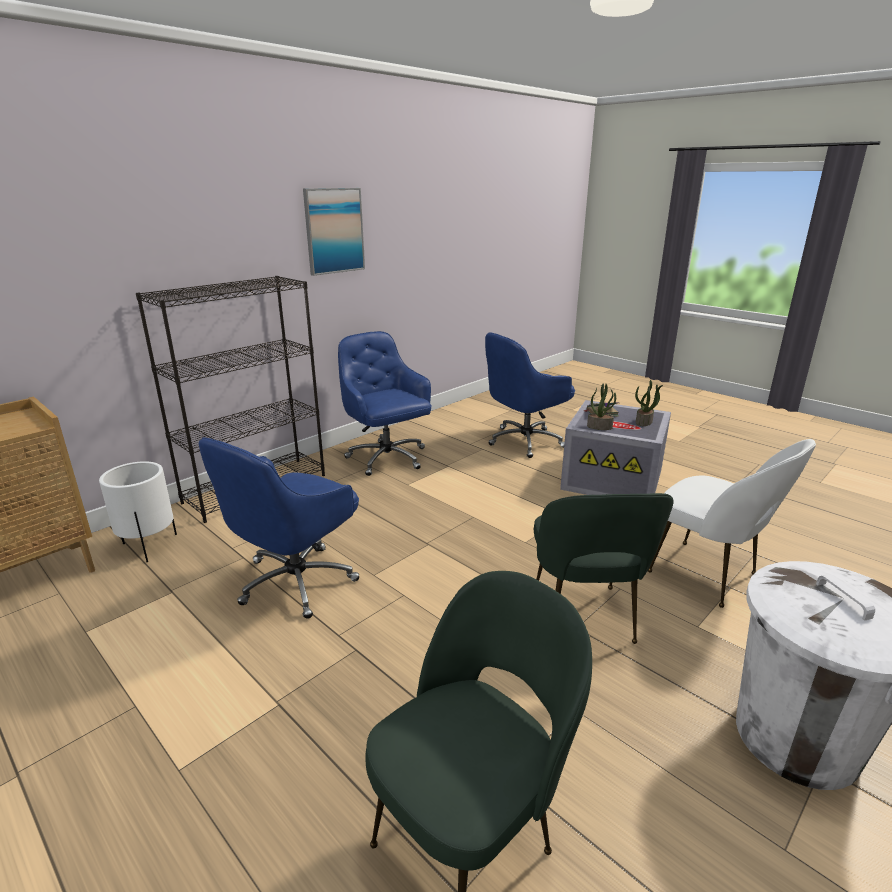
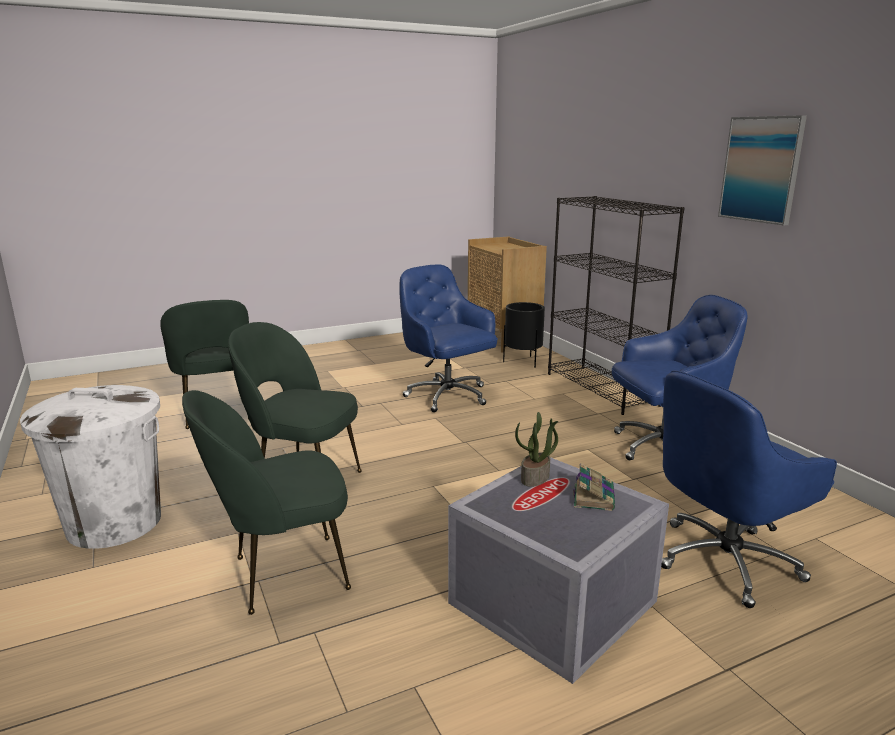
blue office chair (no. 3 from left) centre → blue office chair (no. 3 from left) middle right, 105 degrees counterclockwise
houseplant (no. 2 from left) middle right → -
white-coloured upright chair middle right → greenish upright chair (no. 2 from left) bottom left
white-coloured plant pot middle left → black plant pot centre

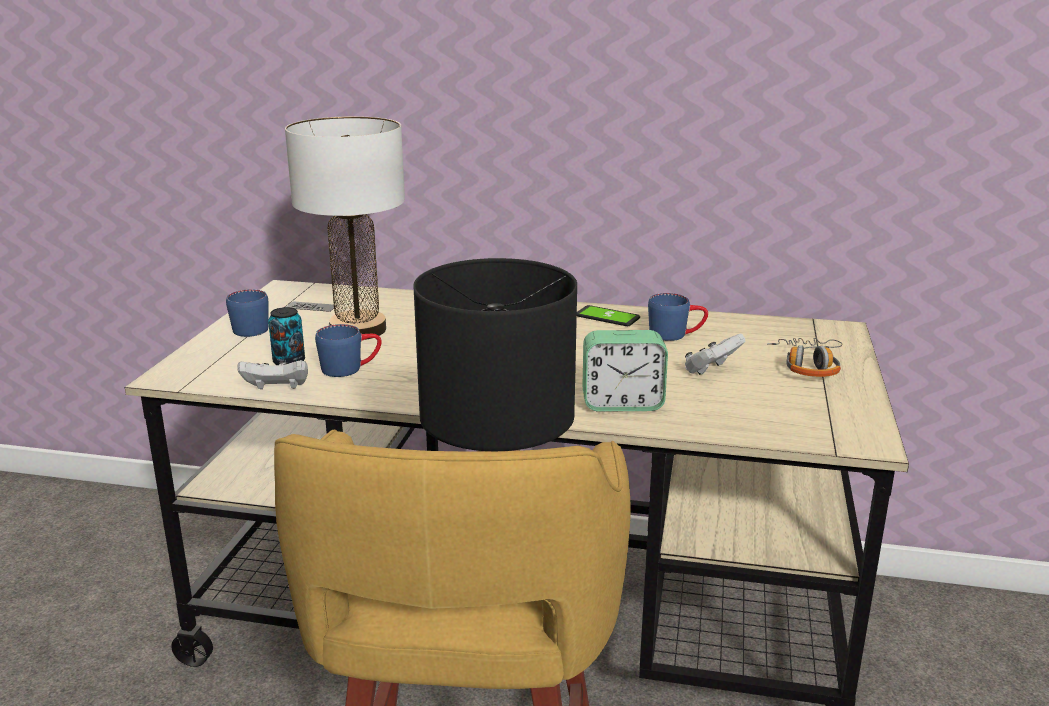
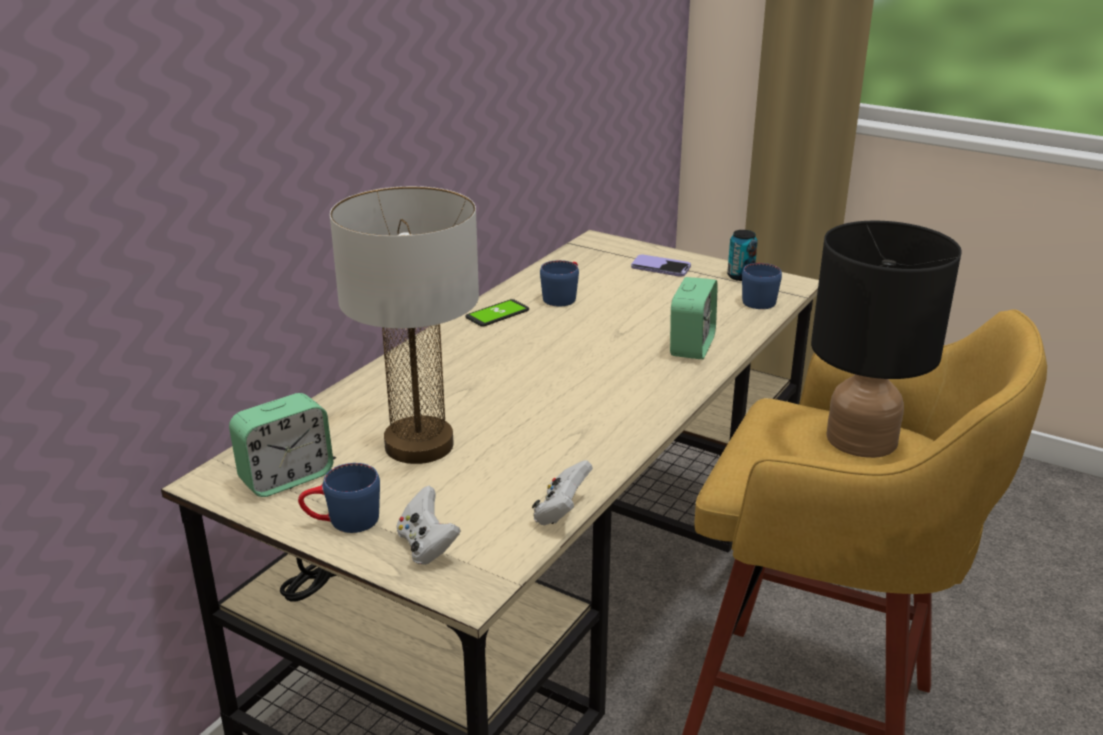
metal can middle left → metal can middle right, relocated
blue mug (no. 2 from left in the first image) middle left → blue mug (no. 3 from left) middle right, relocated
white-coloured game controller (no. 2 from left in the first image) middle right → white-coloured game controller (no. 1 from left) bottom centre, relocated
headset middle right → telephone (no. 2 from left) centre
- → table clock (no. 1 from left) middle left

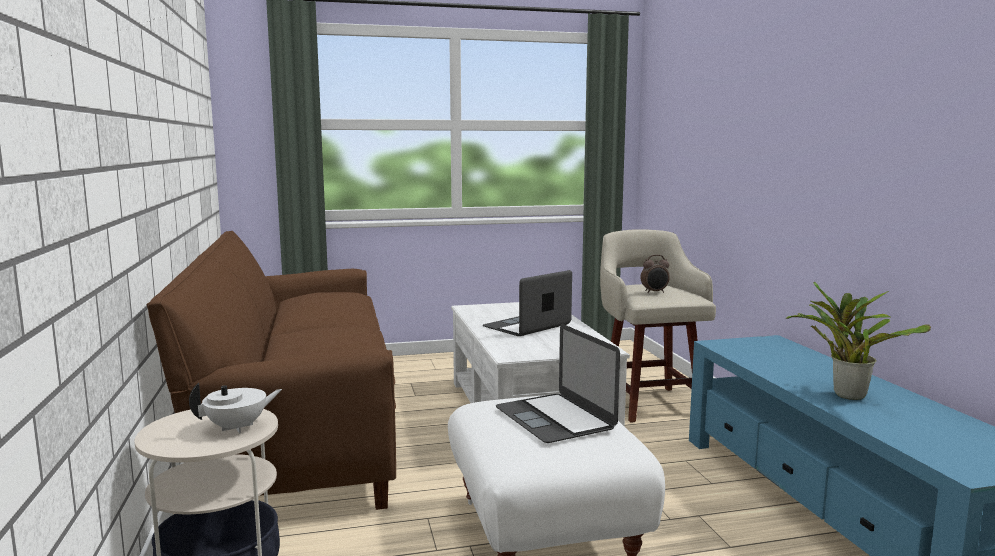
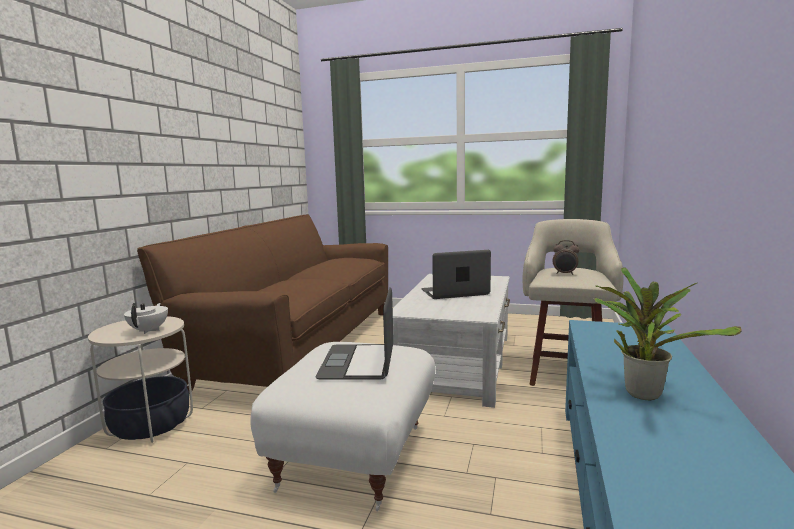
white-coloured tea pot bottom left → white-coloured tea pot middle left, 90 degrees counterclockwise

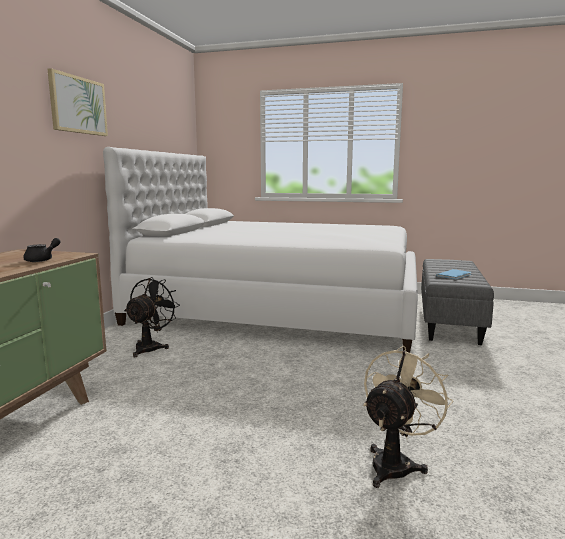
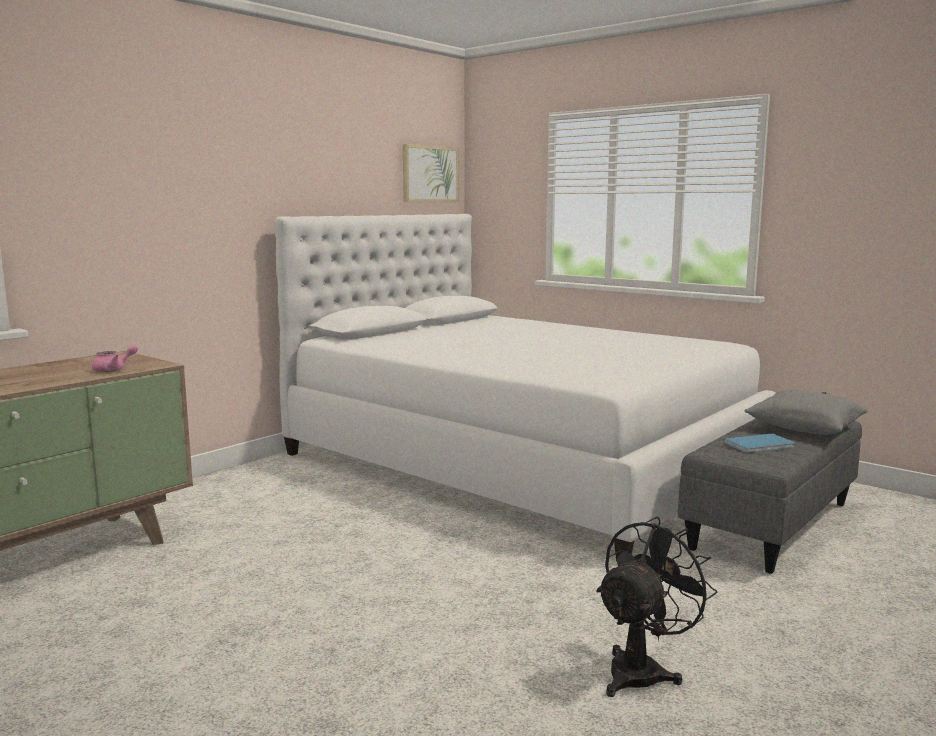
wall picture top left → wall picture top centre, relocated
black tea pot middle left → pink-coloured tea pot middle left
black cooling fan middle left → black cooling fan bottom right, relocated
sand-coloured cooling fan bottom right → -
- → gray throw pillow middle right

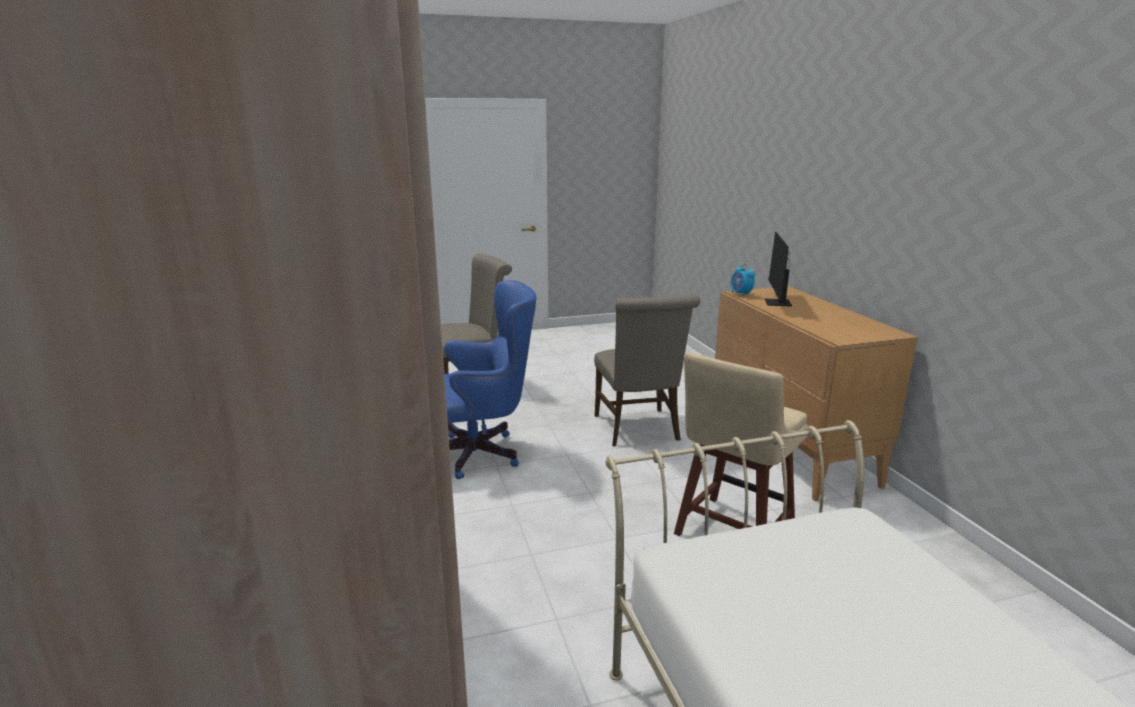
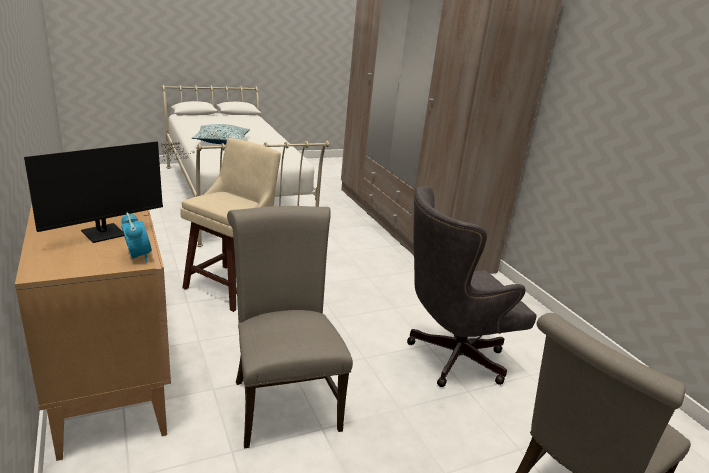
monitor middle right → monitor middle left, 45 degrees clockwise
blue office chair centre → gray office chair centre
- → throw pillow top left

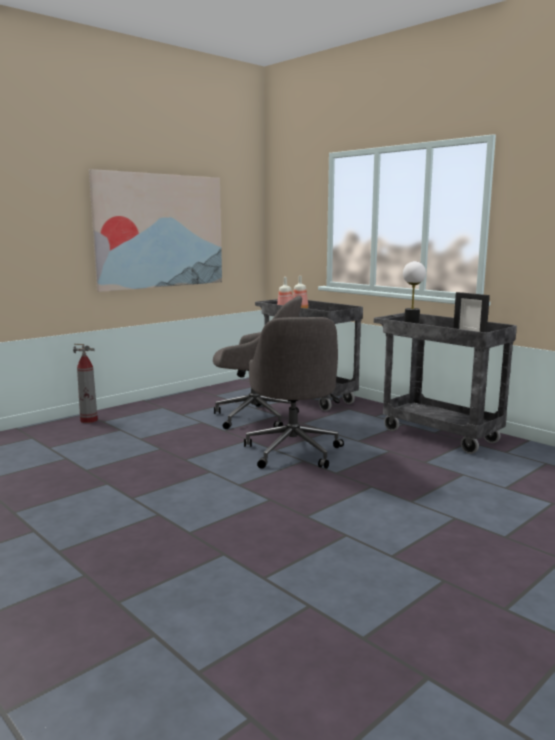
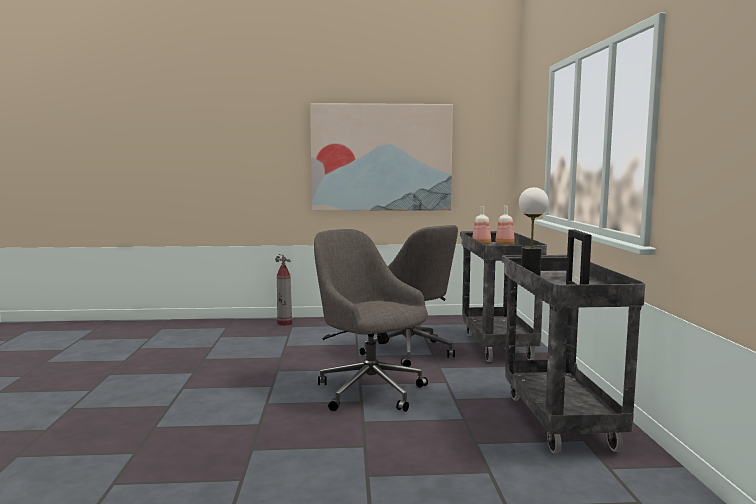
gray office chair (no. 2 from left in the first image) centre → gray office chair (no. 1 from left) centre, 105 degrees clockwise

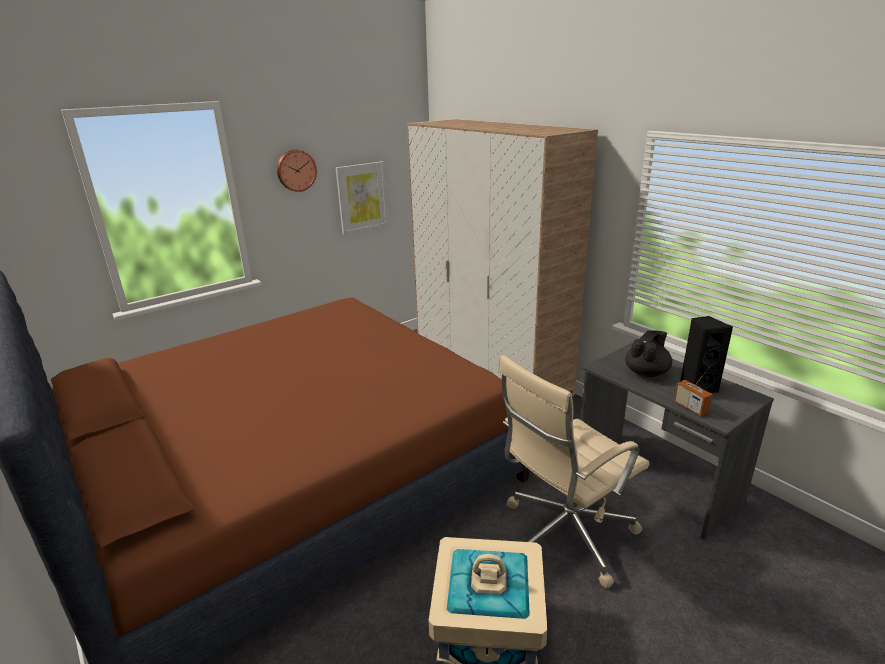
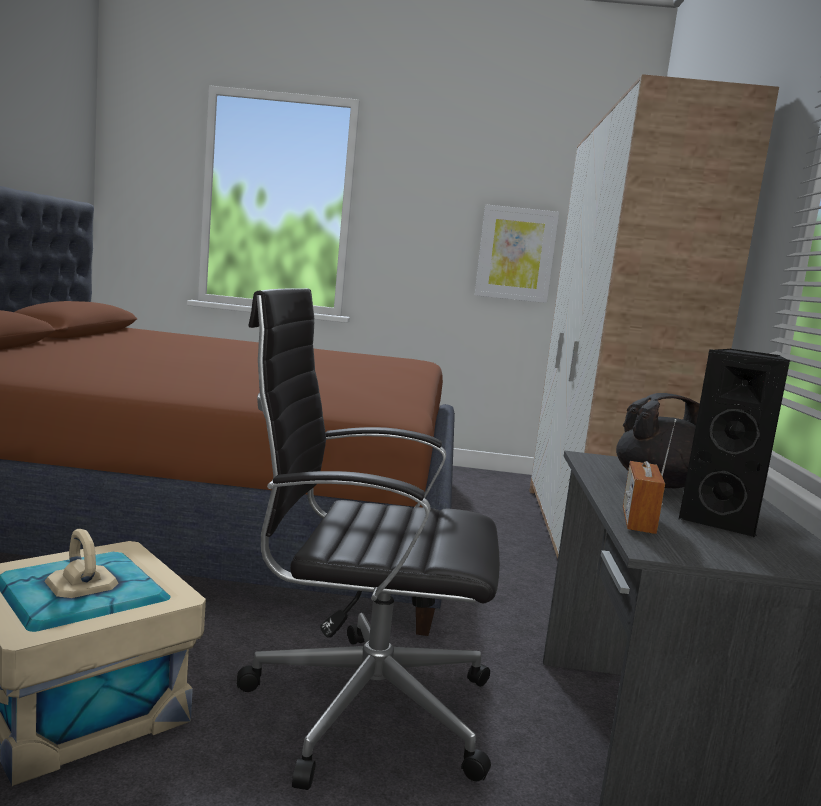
wall clock top centre → -
sand-coloured office chair bottom centre → black office chair bottom centre

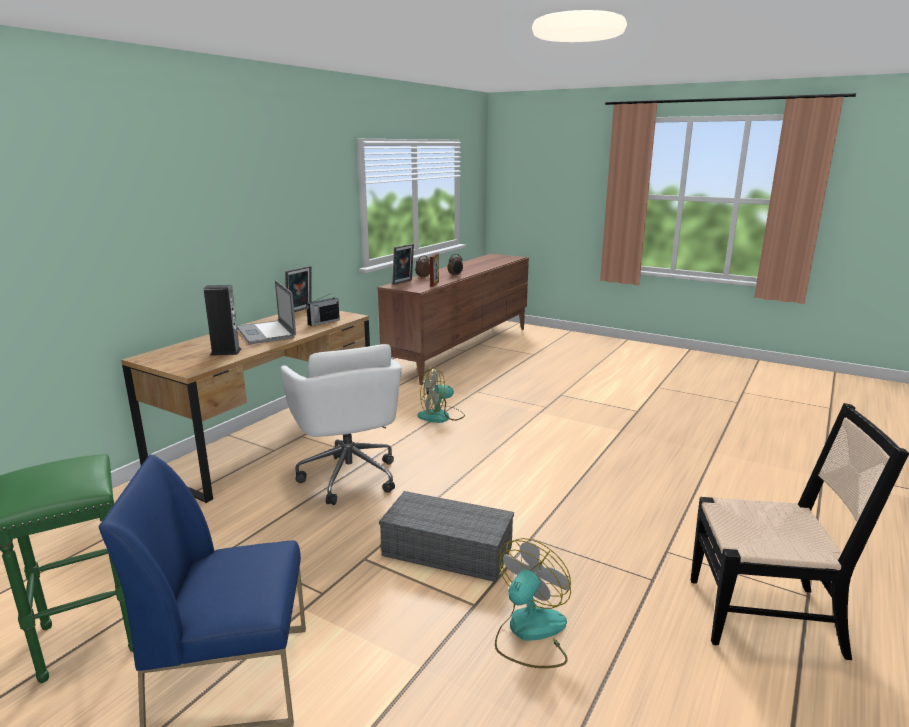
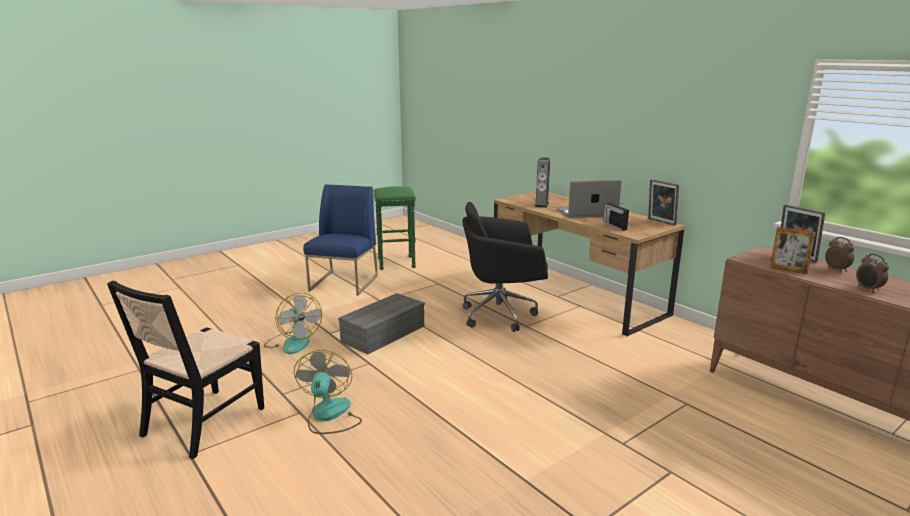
white-coloured office chair centre → black office chair centre
cooling fan (no. 1 from left in the first image) centre → cooling fan (no. 2 from left) bottom centre, relocated

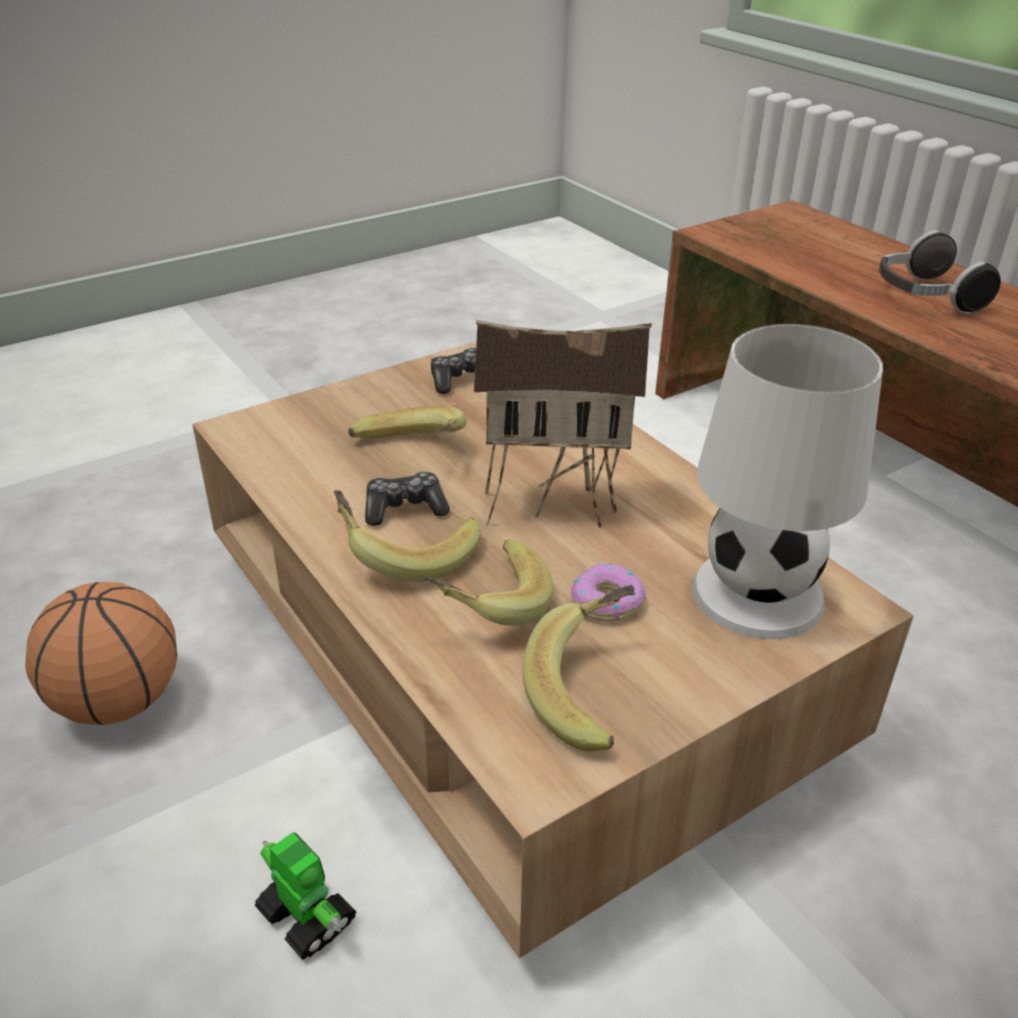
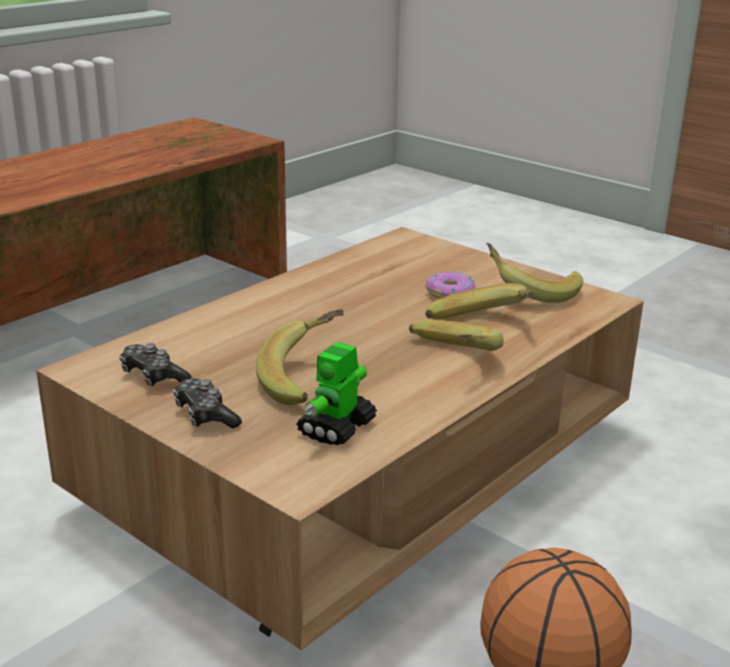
headset top right → -
model house centre → -
white-coloured tabletop lamp middle right → -
game controller (no. 1 from left in the first image) centre → game controller (no. 2 from left) middle left, relocated
robot figure bottom left → robot figure centre, relocated

